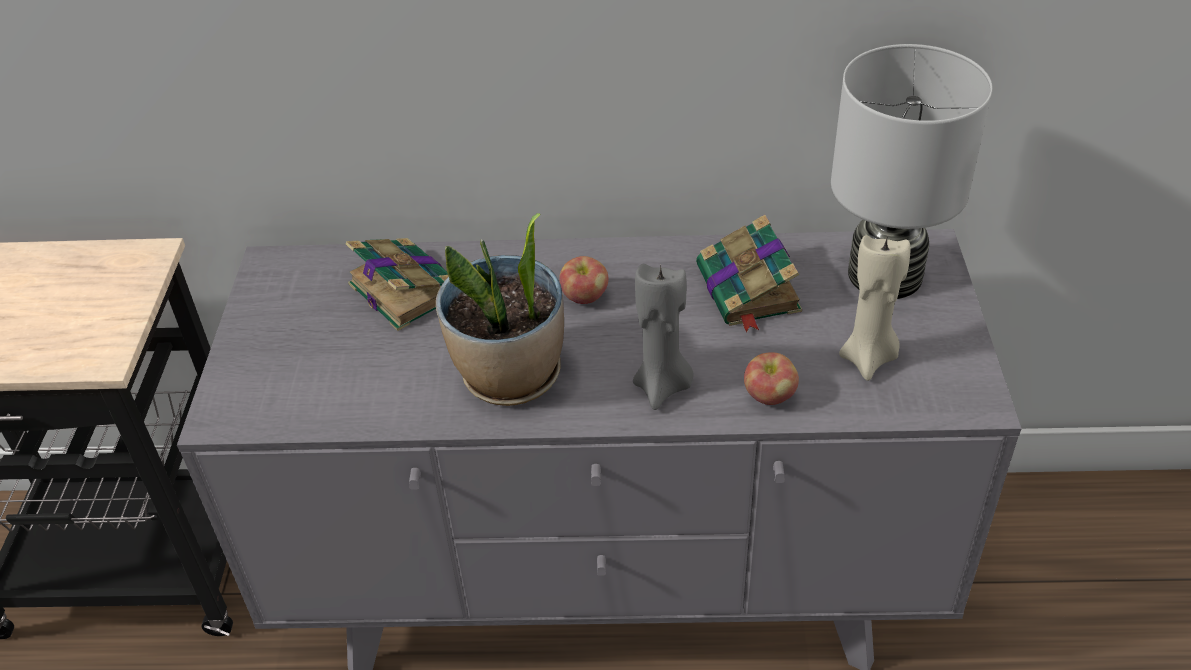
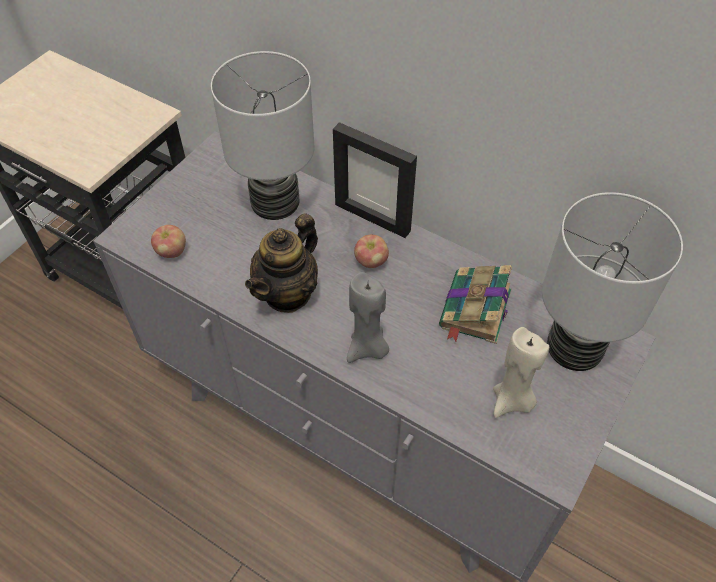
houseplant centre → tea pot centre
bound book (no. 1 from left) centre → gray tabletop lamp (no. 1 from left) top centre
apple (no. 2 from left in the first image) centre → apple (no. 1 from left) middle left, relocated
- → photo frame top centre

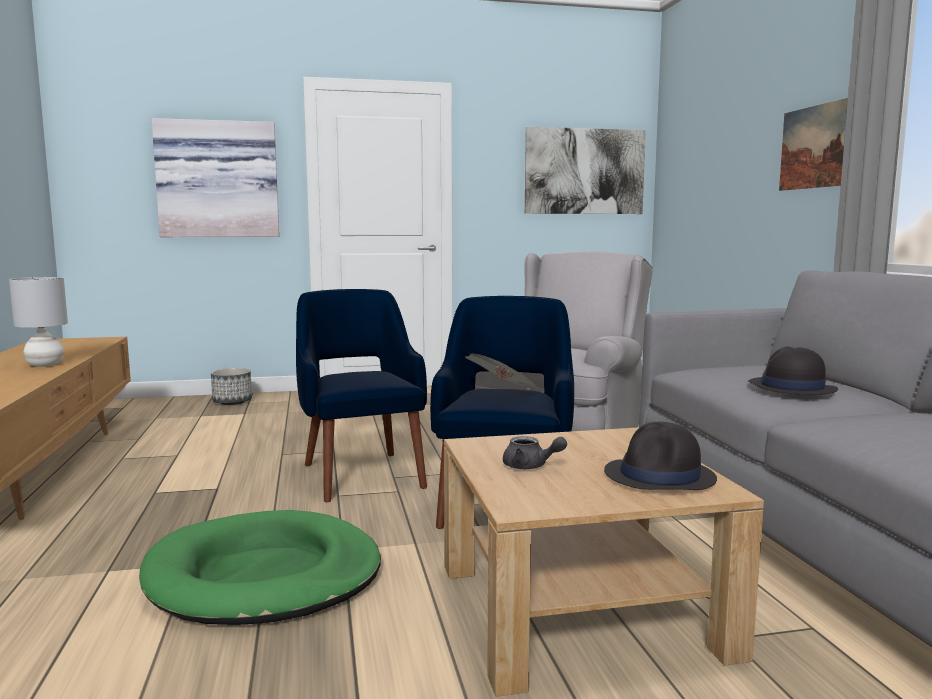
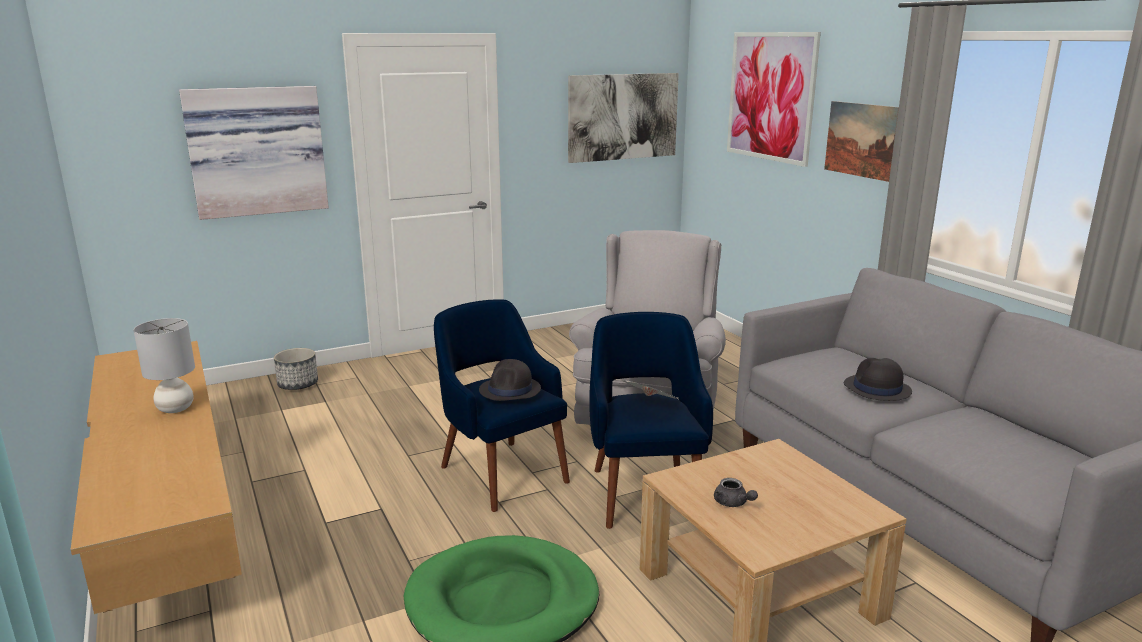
black hat (no. 1 from left) middle right → black hat (no. 1 from left) centre, relocated
gray tea pot centre → gray tea pot bottom centre, 45 degrees clockwise
- → wall picture (no. 3 from left) top right

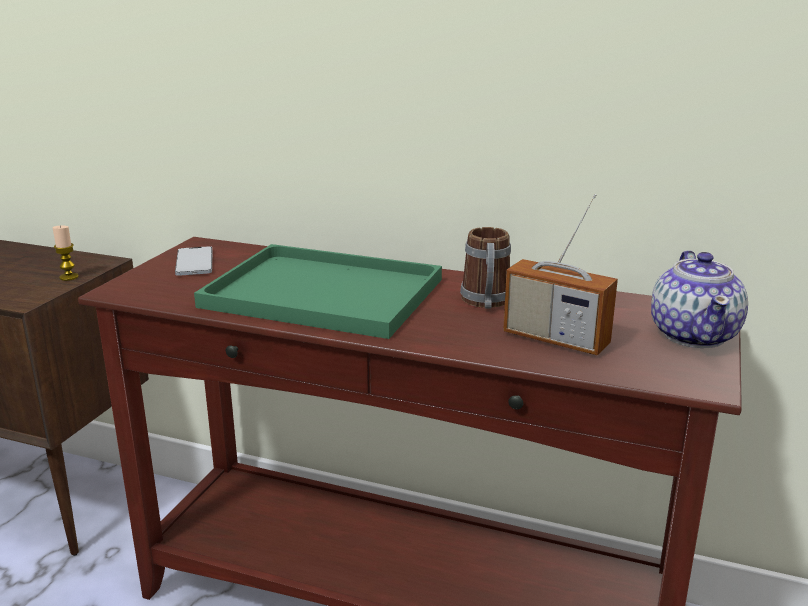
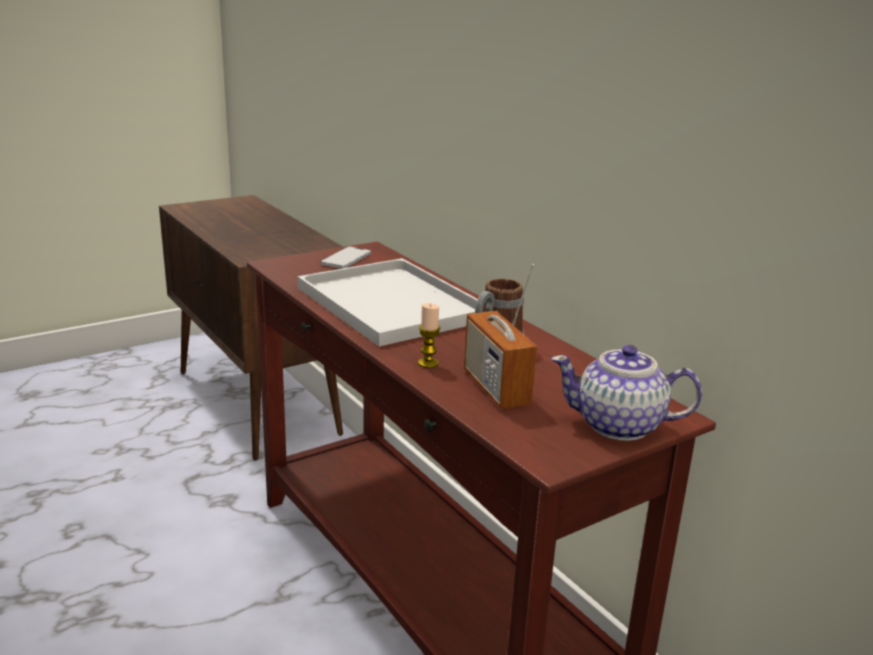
wax light middle left → wax light centre, relocated
greenish serving tray centre → white-coloured serving tray centre
tea pot middle right, 60 degrees clockwise

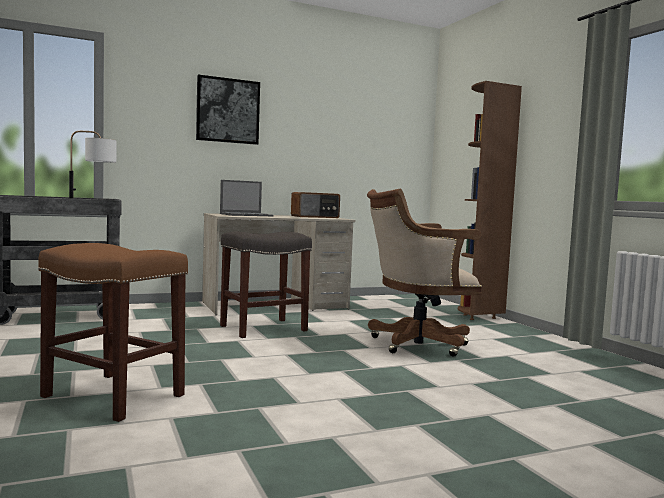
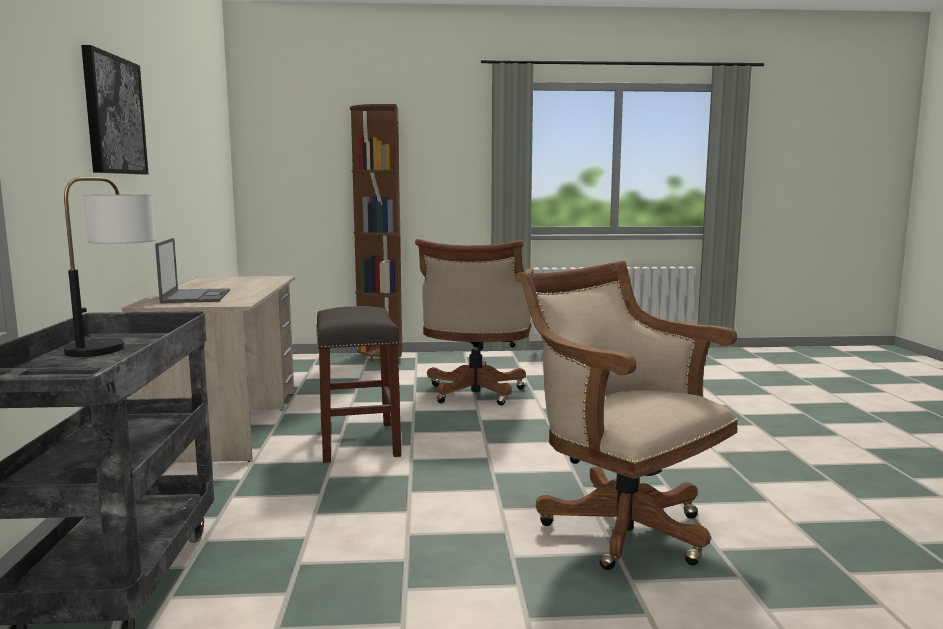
radio centre → -
brownish stool seat bottom left → office chair (no. 2 from left) centre

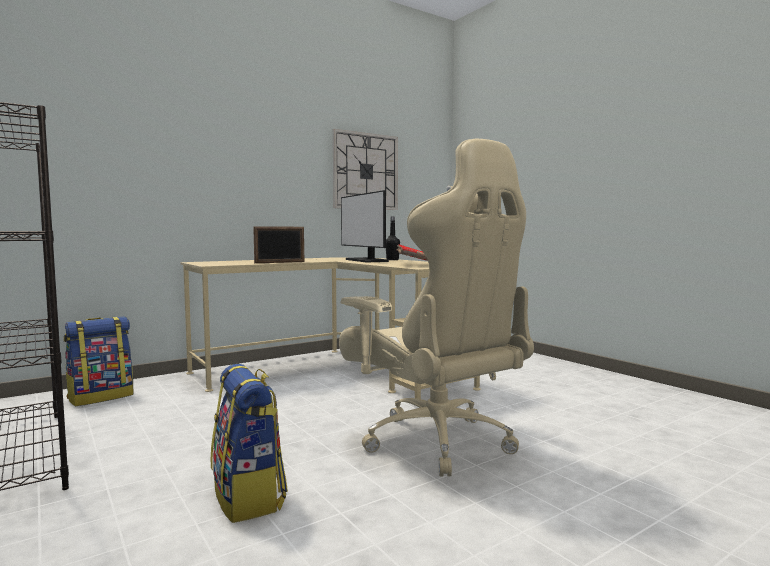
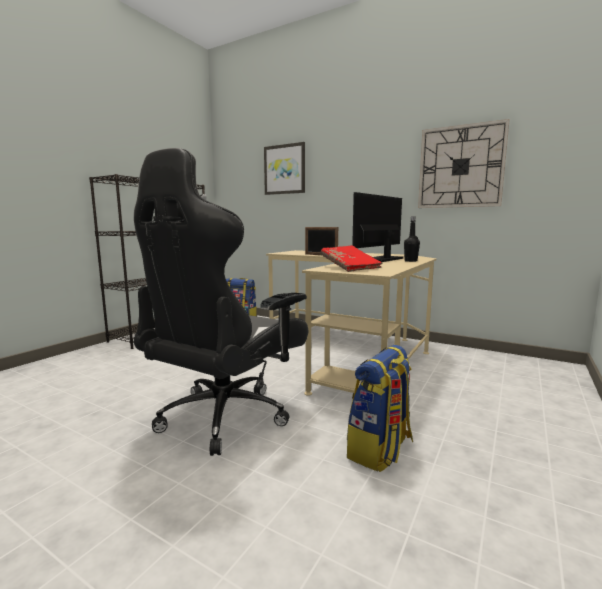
sand-coloured office chair centre → black office chair centre
knapsack (no. 2 from left) bottom left → knapsack (no. 2 from left) bottom centre, relocated
- → wall picture top centre

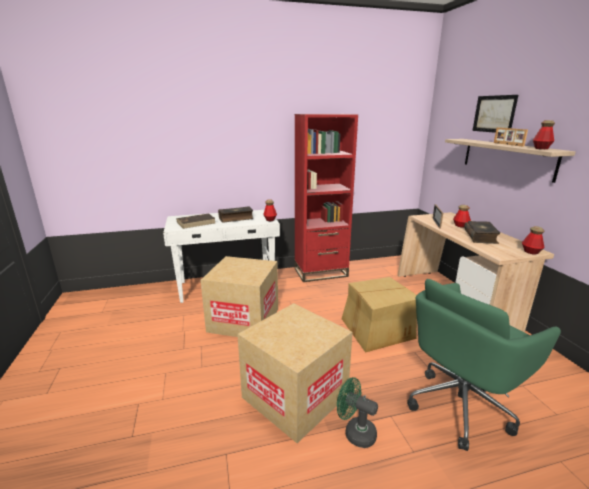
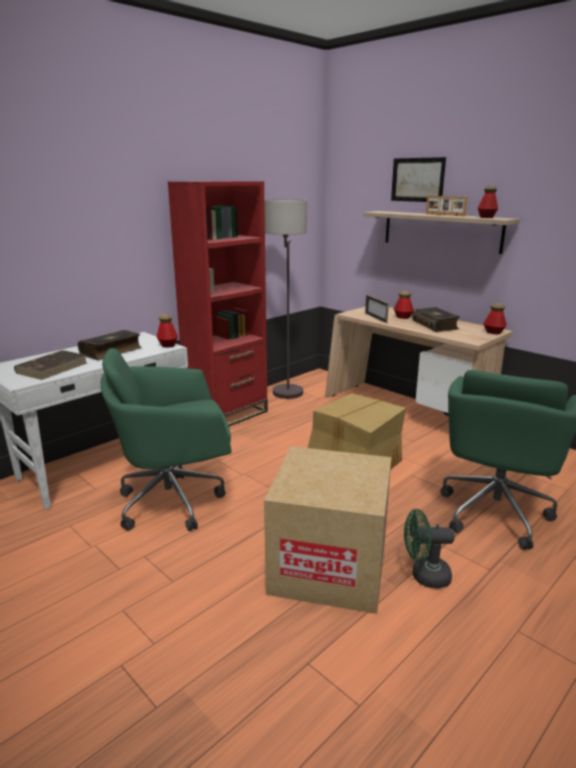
packing box (no. 1 from left) centre → greenish office chair (no. 1 from left) middle left
- → gray standing lamp centre

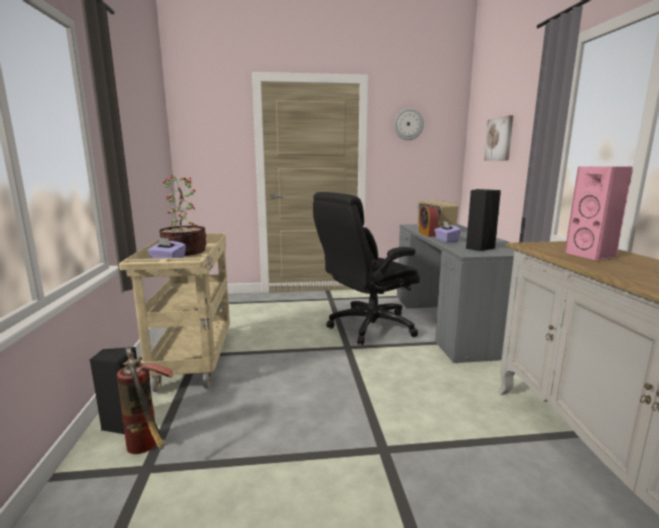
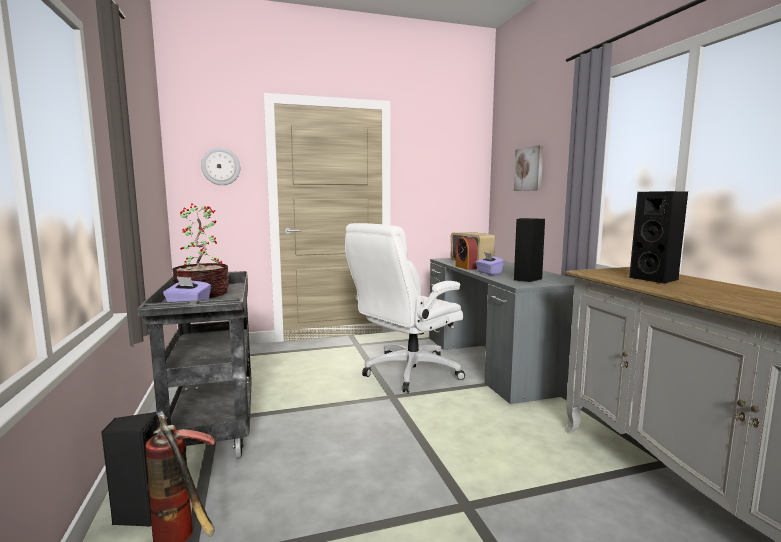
wall clock top centre → wall clock top left, relocated
pink-coloured audio speaker middle right → black audio speaker (no. 3 from left) middle right
black office chair centre → white-coloured office chair centre
sand-coloured cart middle left → black cart bottom left

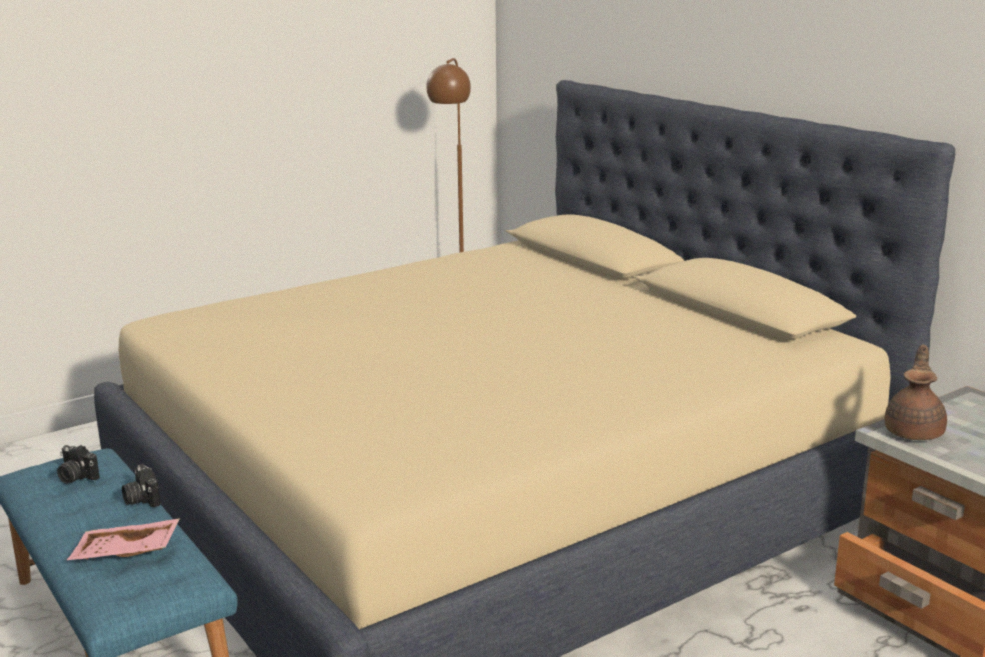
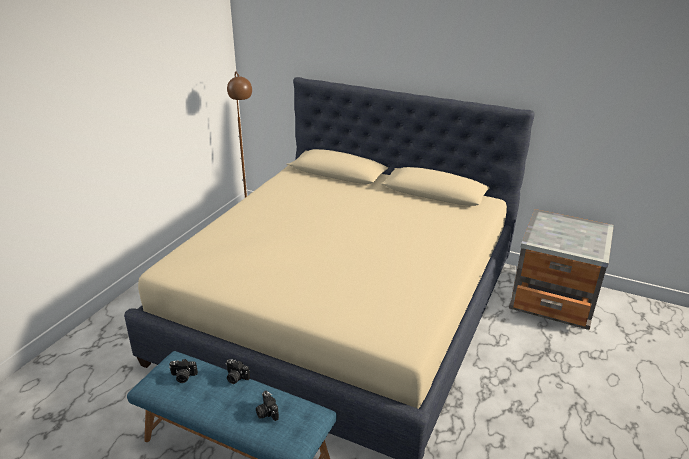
brownish tea pot middle right → -
pink-coloured serving tray bottom left → photo camera (no. 3 from left) bottom centre

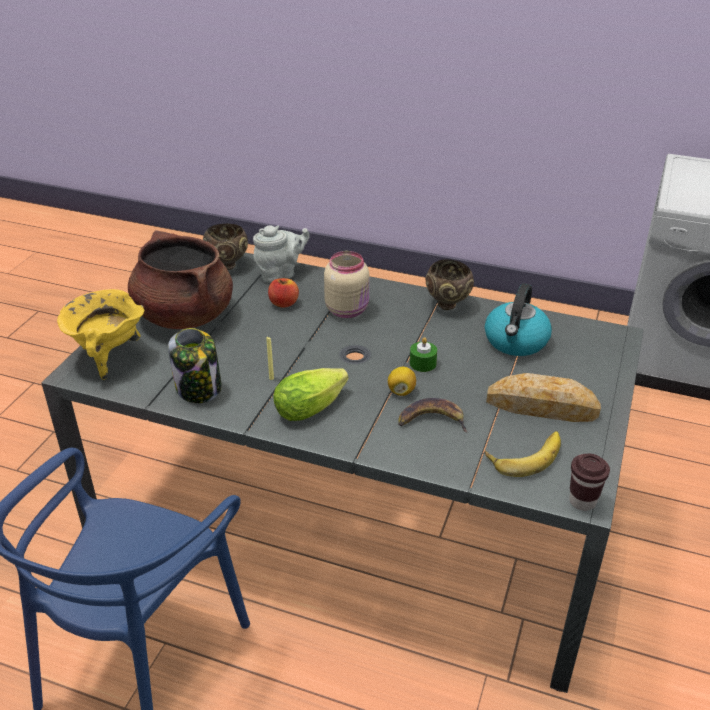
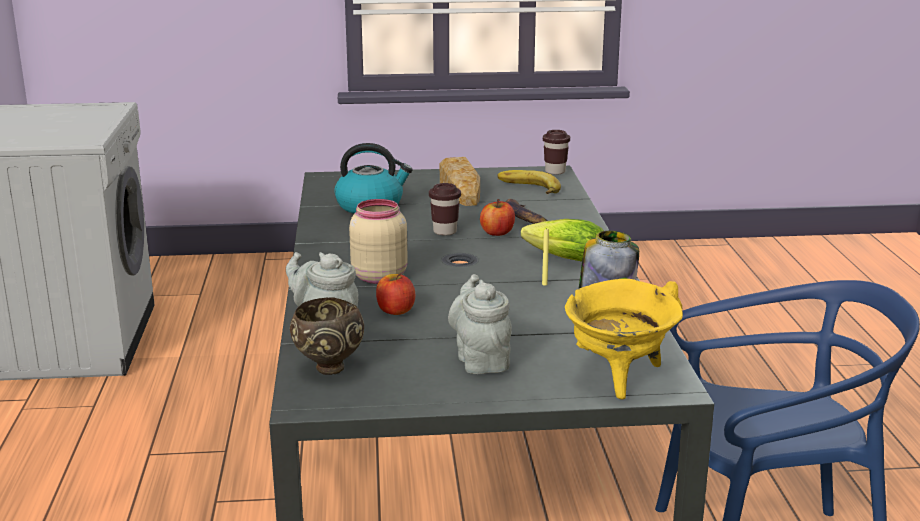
brownish stockpot middle left → gray tea pot (no. 2 from left) centre
brownish deep dish (no. 2 from left) centre → -
greenish wax light centre → brownish drinking cup (no. 1 from left) centre
whole lemon centre → apple (no. 2 from left) centre

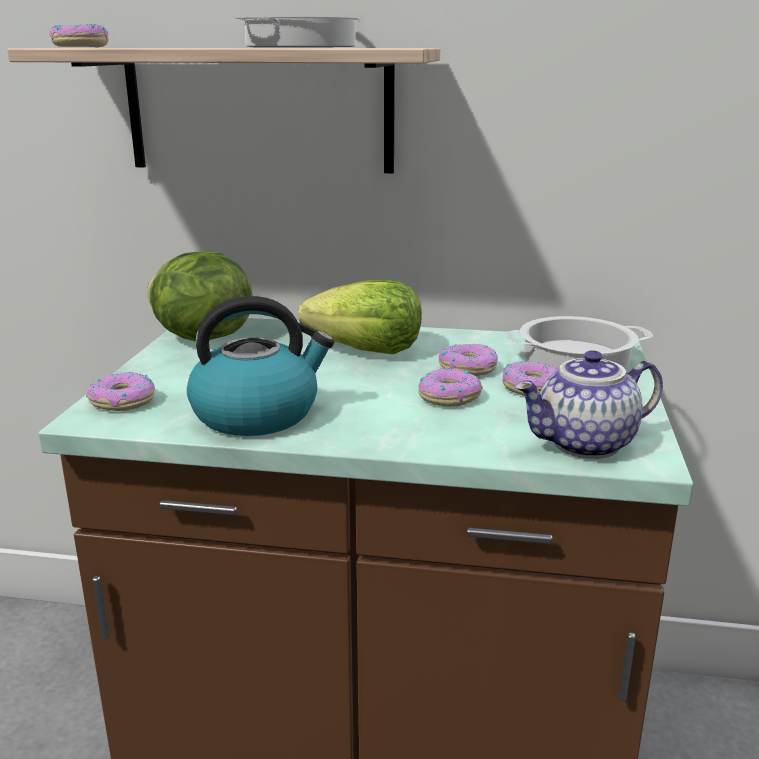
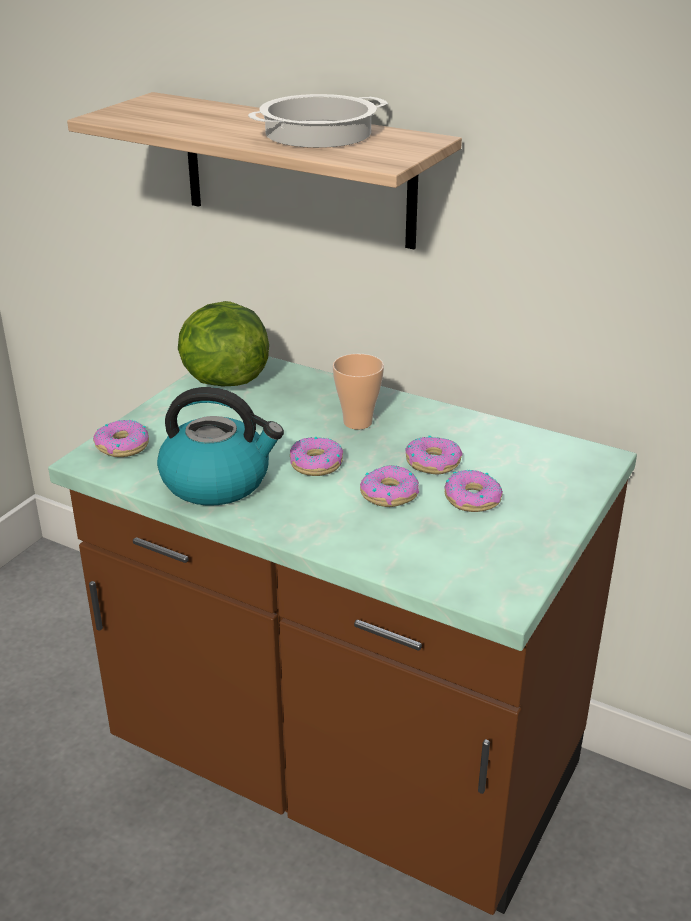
doughnut (no. 1 from left in the first image) top left → doughnut (no. 2 from left) centre, relocated
head of lettuce (no. 2 from left) centre → drinking cup centre
stockpot (no. 2 from left) middle right → -
tea pot middle right → -

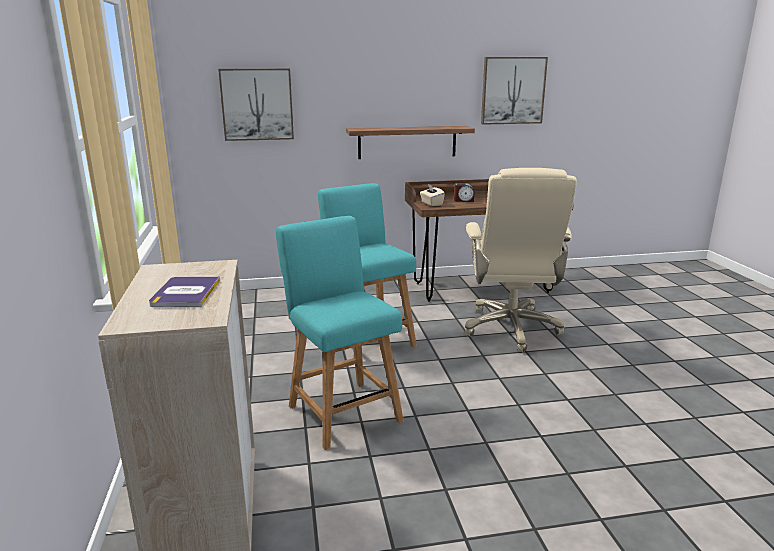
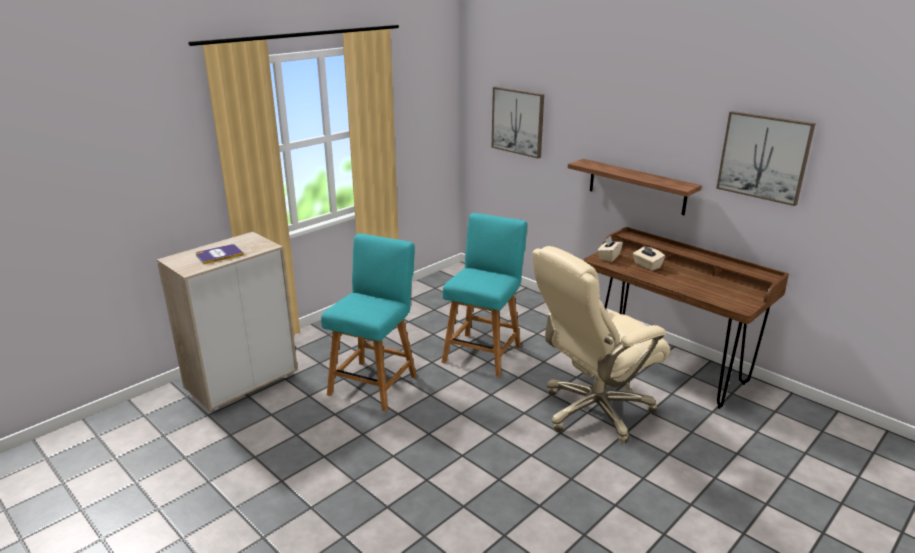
table clock centre → sand-coloured box of tissues (no. 2 from left) middle right

